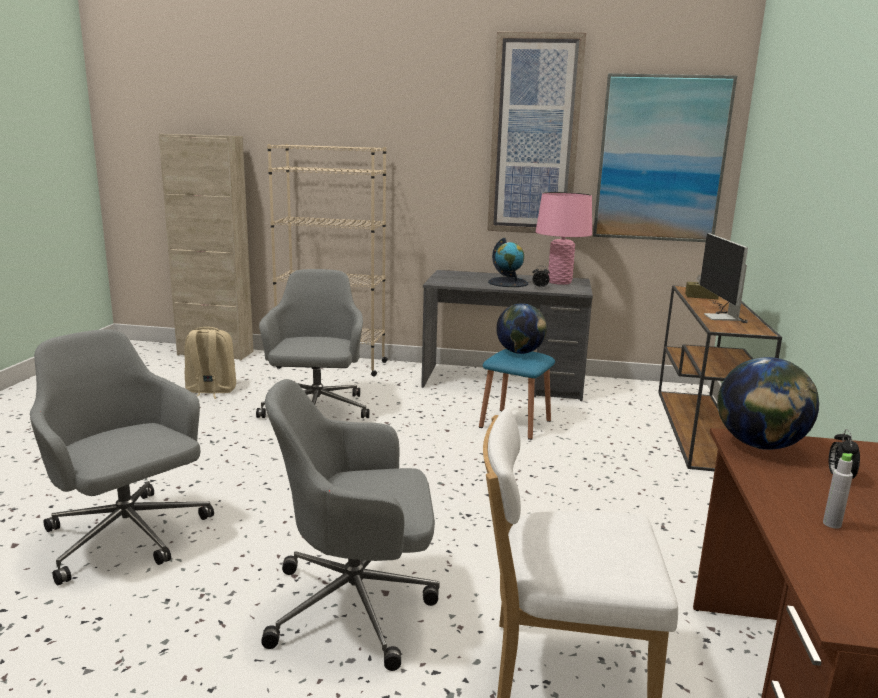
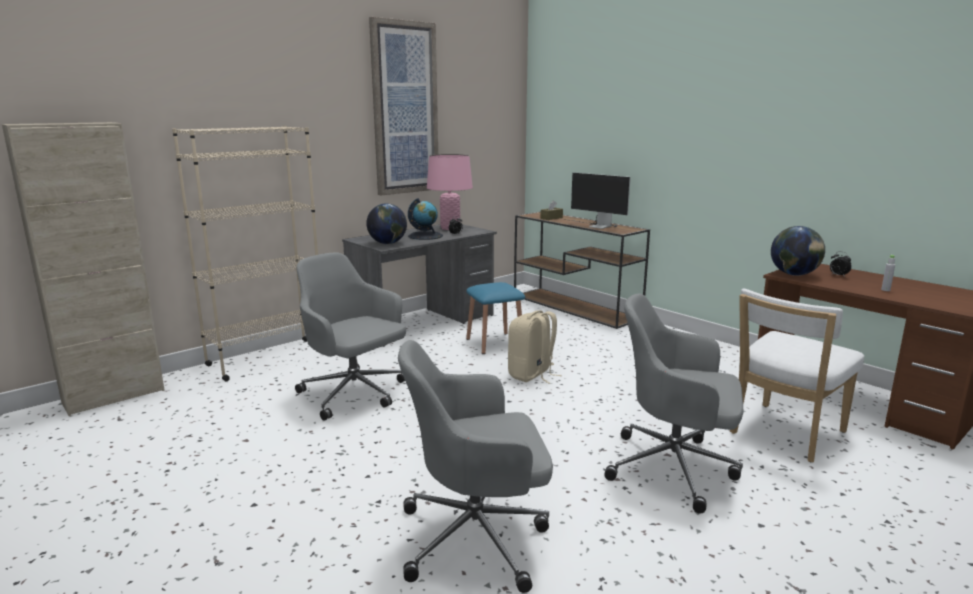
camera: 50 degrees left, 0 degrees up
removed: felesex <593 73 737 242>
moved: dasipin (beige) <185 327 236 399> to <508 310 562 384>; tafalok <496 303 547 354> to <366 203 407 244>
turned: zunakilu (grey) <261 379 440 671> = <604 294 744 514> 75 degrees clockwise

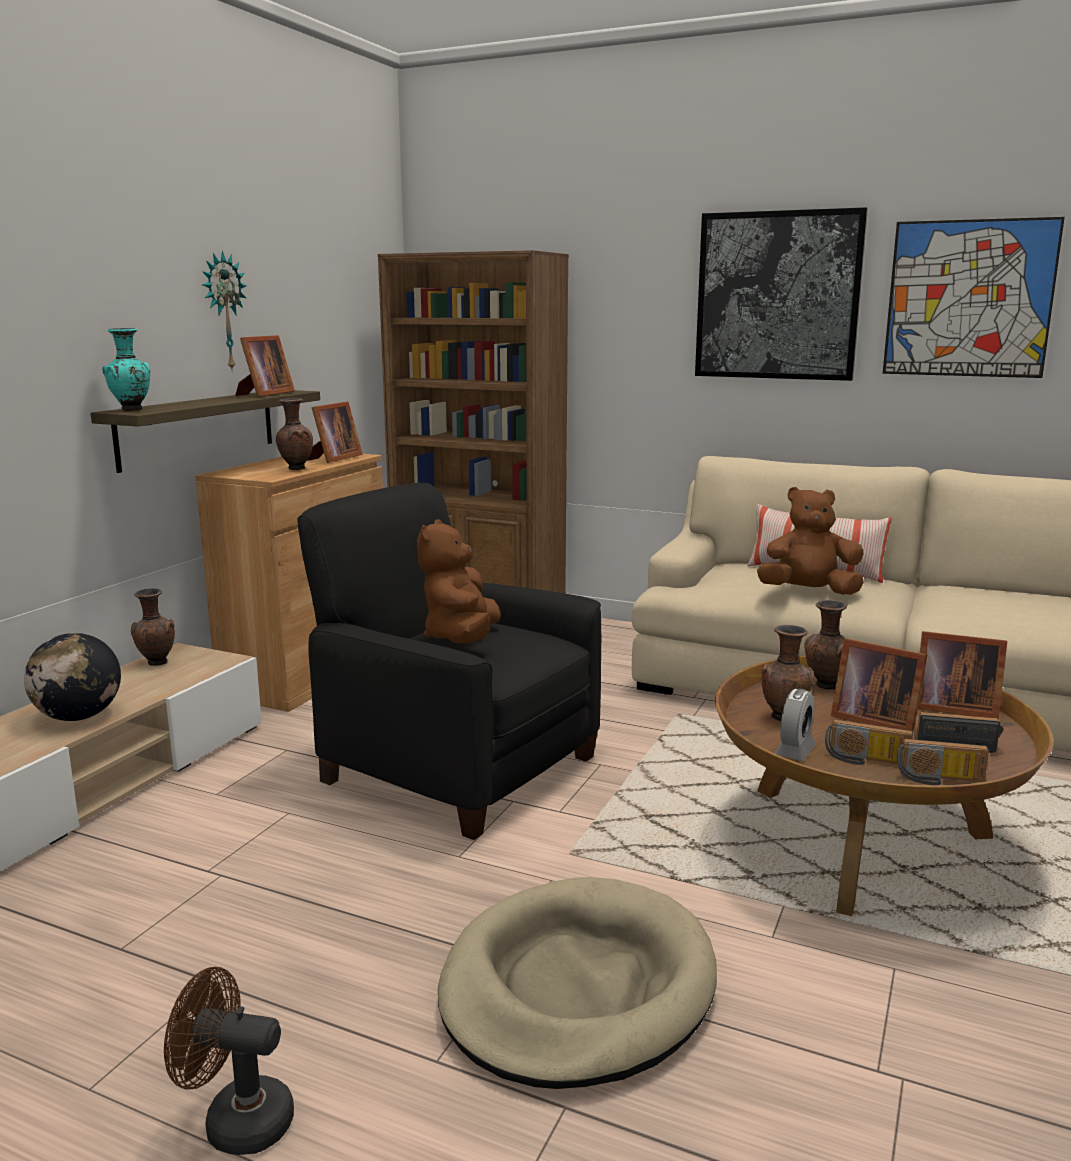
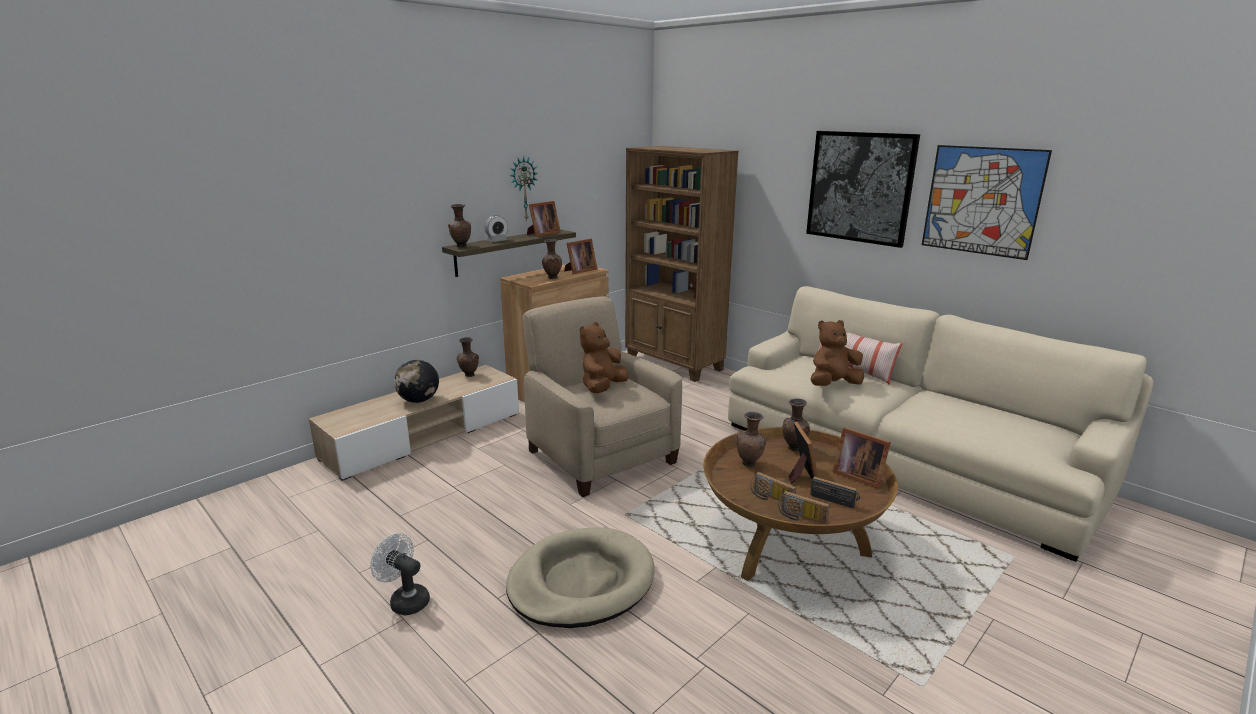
camera: 20 degrees right, 5 degrees up
moved: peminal <775 688 815 761> to <485 215 508 242>
recoloured: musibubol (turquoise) <102 328 150 411> to musibubol (brown) <448 204 471 247>; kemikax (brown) <164 967 294 1155> to kemikax (white) <370 533 430 615>; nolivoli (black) <297 483 601 840> to nolivoli (beige) <523 296 682 497>
turned: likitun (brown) <757 487 864 595> = <811 320 864 386> 45 degrees counterclockwise; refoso <831 638 927 731> = <789 422 818 484> 150 degrees counterclockwise

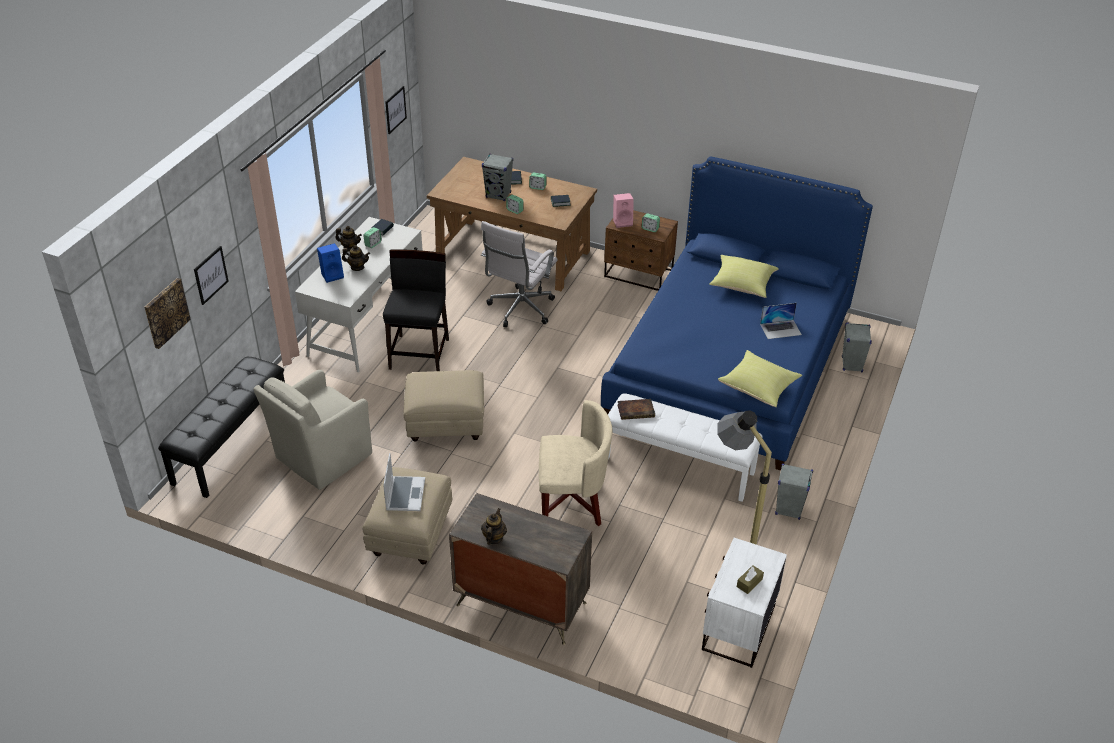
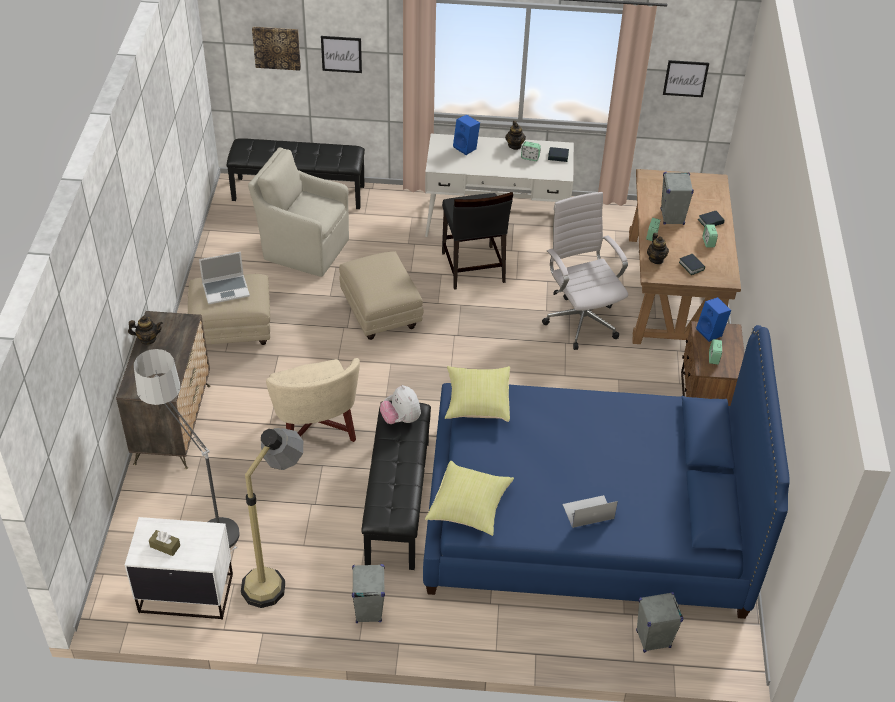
camera: 70 degrees right, 5 degrees up
added: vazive <134 349 240 552>
moved: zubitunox <342 245 370 271> to <647 233 669 264>; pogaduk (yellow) <709 255 778 298> to <445 366 510 422>
replaced: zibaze <617 399 655 420> to likitun <380 385 421 424>
recoloured: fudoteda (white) <608 393 763 502> to fudoteda (black) <361 400 431 570>; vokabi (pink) <613 193 634 228> to vokabi (blue) <696 297 731 342>
turned: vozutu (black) <383 249 449 371> = <442 192 513 290> 90 degrees clockwise; zunakilu (white) <481 221 557 327> = <542 192 628 350> 60 degrees clockwise; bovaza <760 303 802 339> = <562 495 618 528> 105 degrees clockwise

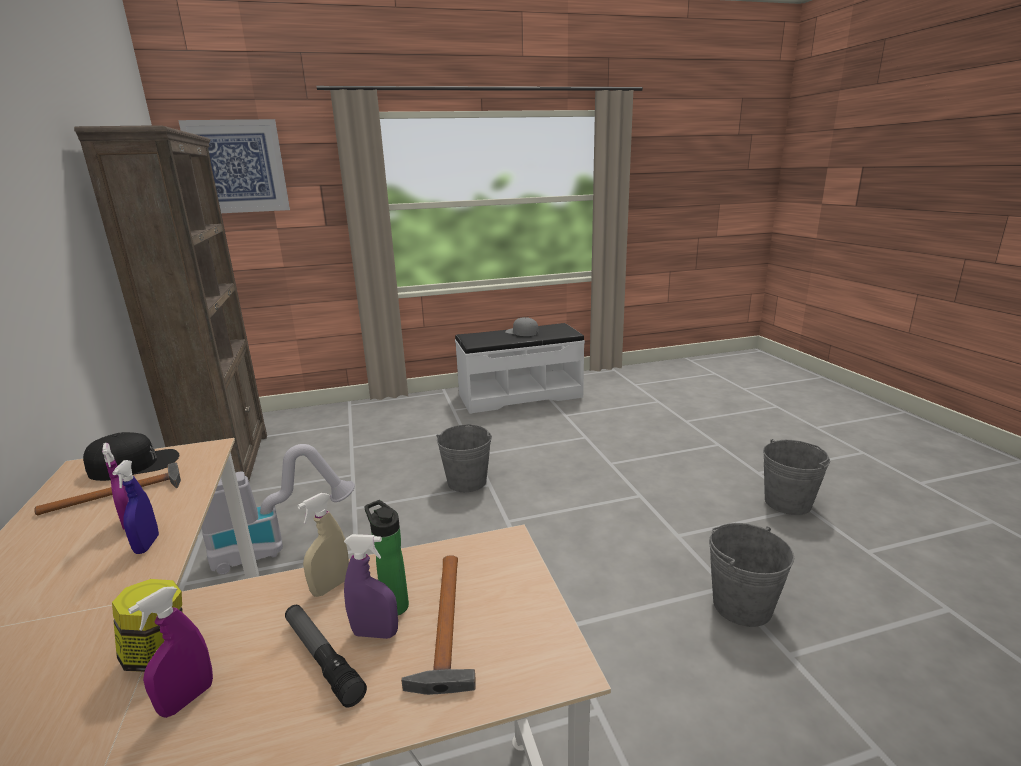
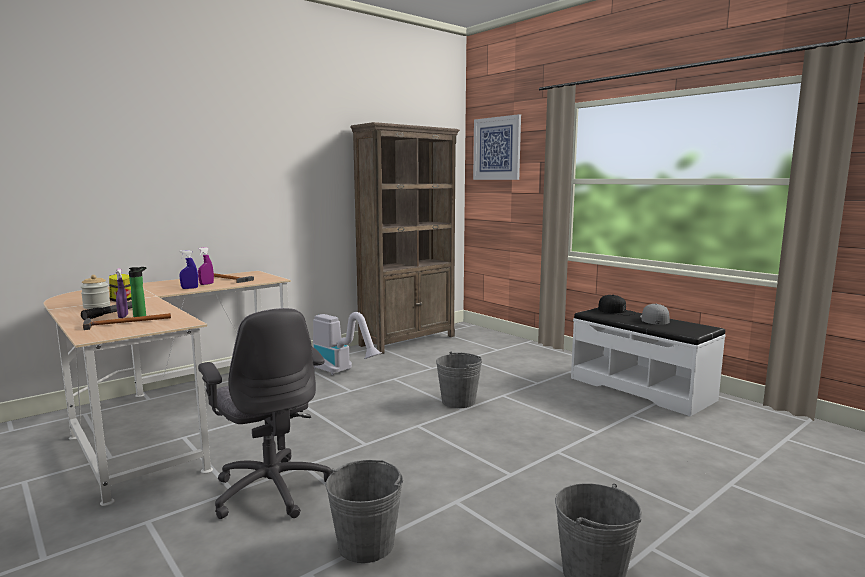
camera: 65 degrees right, 10 degrees down
removed: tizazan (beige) <297 493 349 597>
added: zunakilu (grey) <198 308 331 519>
moved: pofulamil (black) <83 432 179 481> to <598 295 635 315>
replaced: tizazan (purple) <128 586 213 718> to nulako <80 275 110 309>

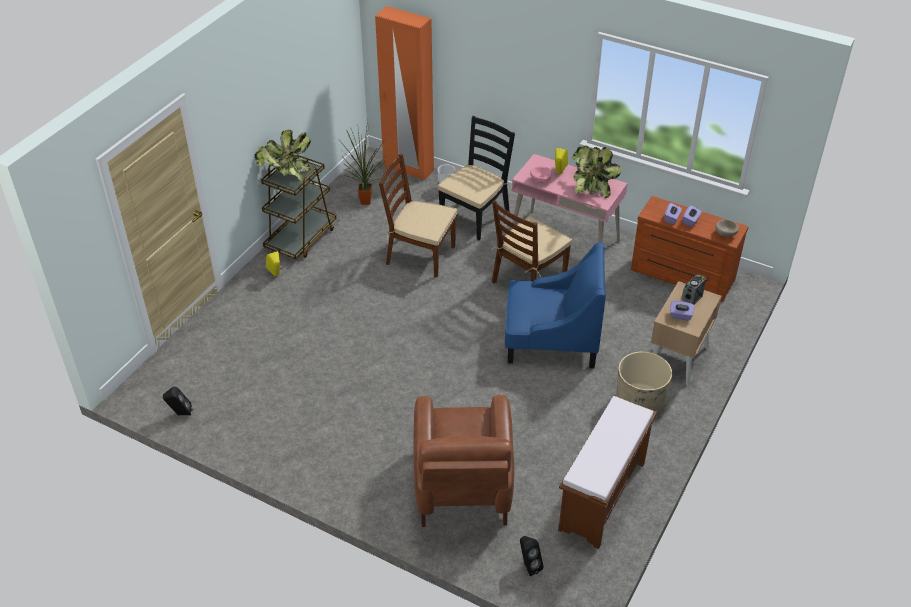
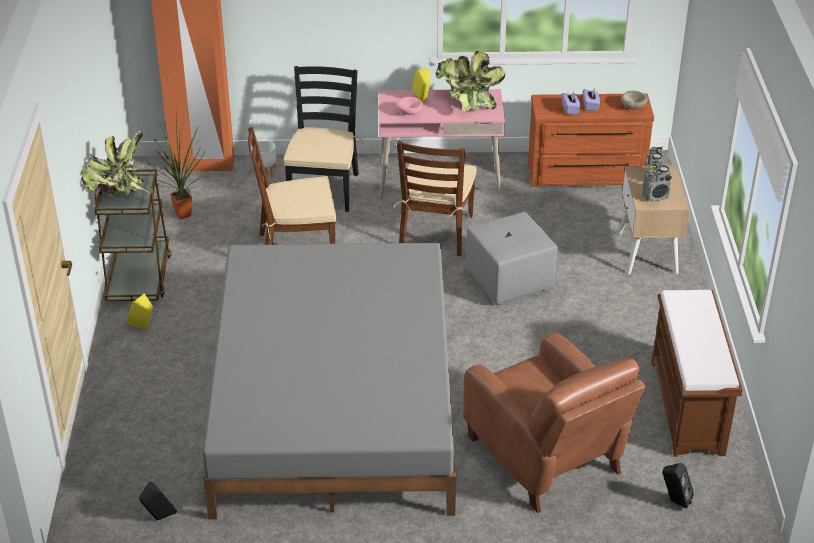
camera: 30 degrees left, 5 degrees down
removed: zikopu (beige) <616 351 672 413>
added: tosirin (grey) <202 243 456 520>
replaced: nolivoli (blue) <505 242 606 369> to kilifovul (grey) <466 212 558 305>; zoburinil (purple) <670 301 694 321> to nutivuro <642 165 672 202>

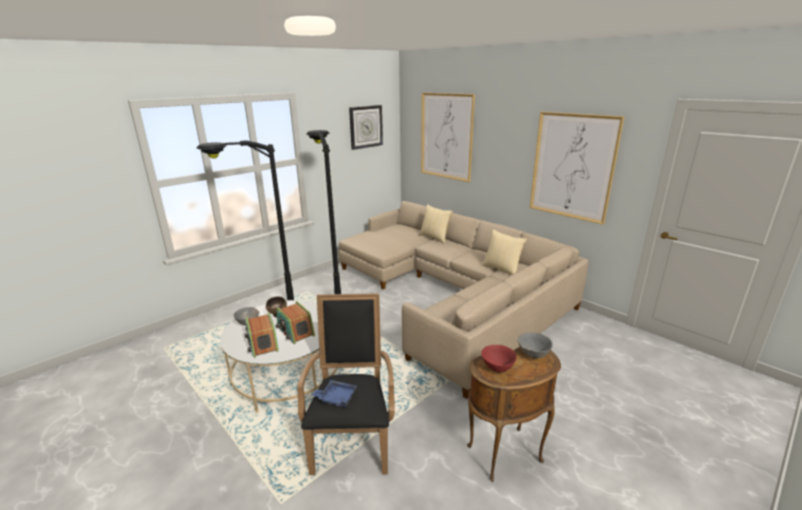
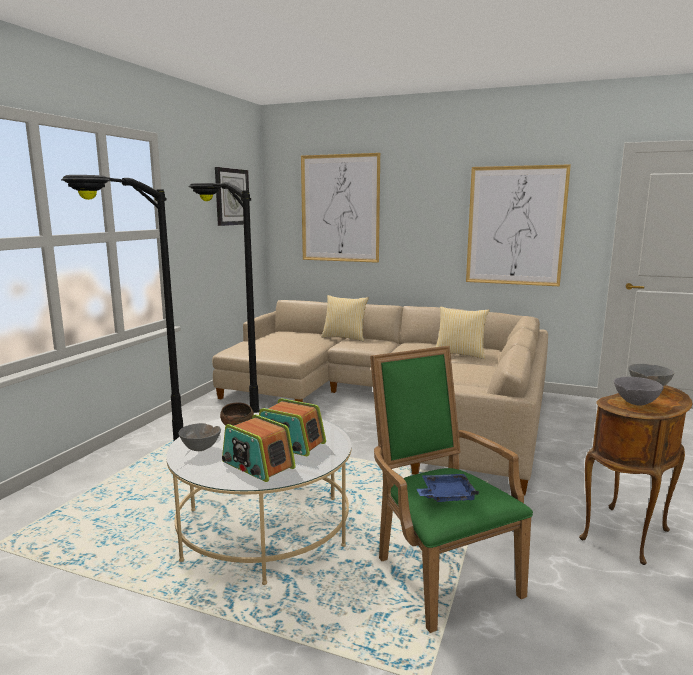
camera: 25 degrees left, 10 degrees down
recoloured: nolivoli (black) <297 293 395 475> to nolivoli (green) <370 346 533 633>; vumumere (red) <481 345 517 372> to vumumere (grey) <614 377 663 406>

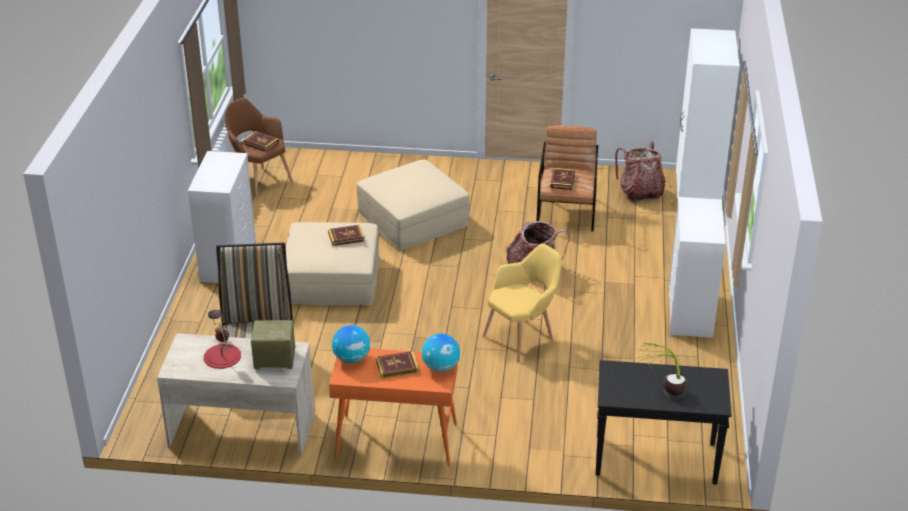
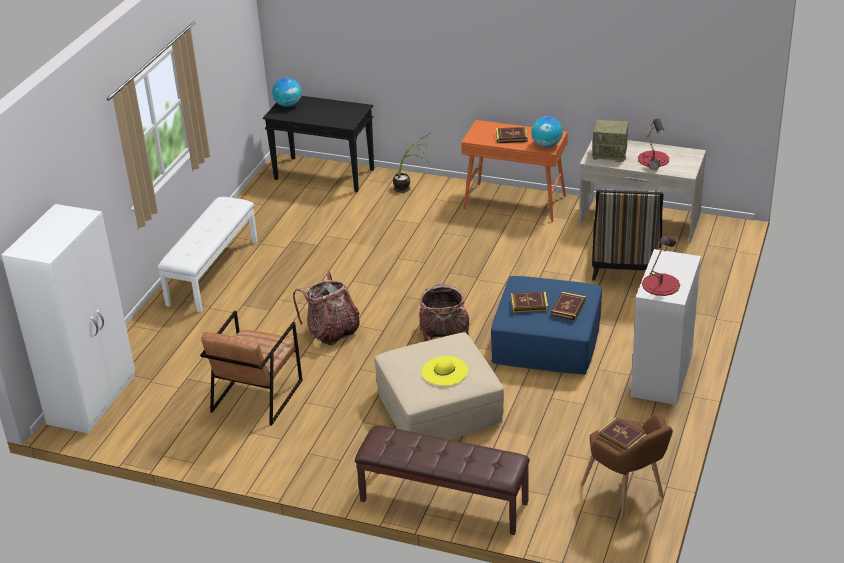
camera: 165 degrees left, 0 degrees up
removed: nolivoli (yellow) <483 244 561 362>
added: fudoteda (brown) <355 425 530 535>; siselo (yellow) <422 356 468 386>; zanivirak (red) <642 236 680 296>
moved: tafalok <422 333 460 372> to <272 78 302 107>; zibaze <550 168 575 190> to <551 292 586 321>; dasipin <615 141 665 202> to <419 283 470 341>; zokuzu <634 343 687 400> to <393 133 433 193>
replaced: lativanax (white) <668 197 726 338> to fudoteda (white) <157 197 258 313>
recoloured: kilifovul (beige) <286 222 379 305> to kilifovul (blue) <491 276 602 375>

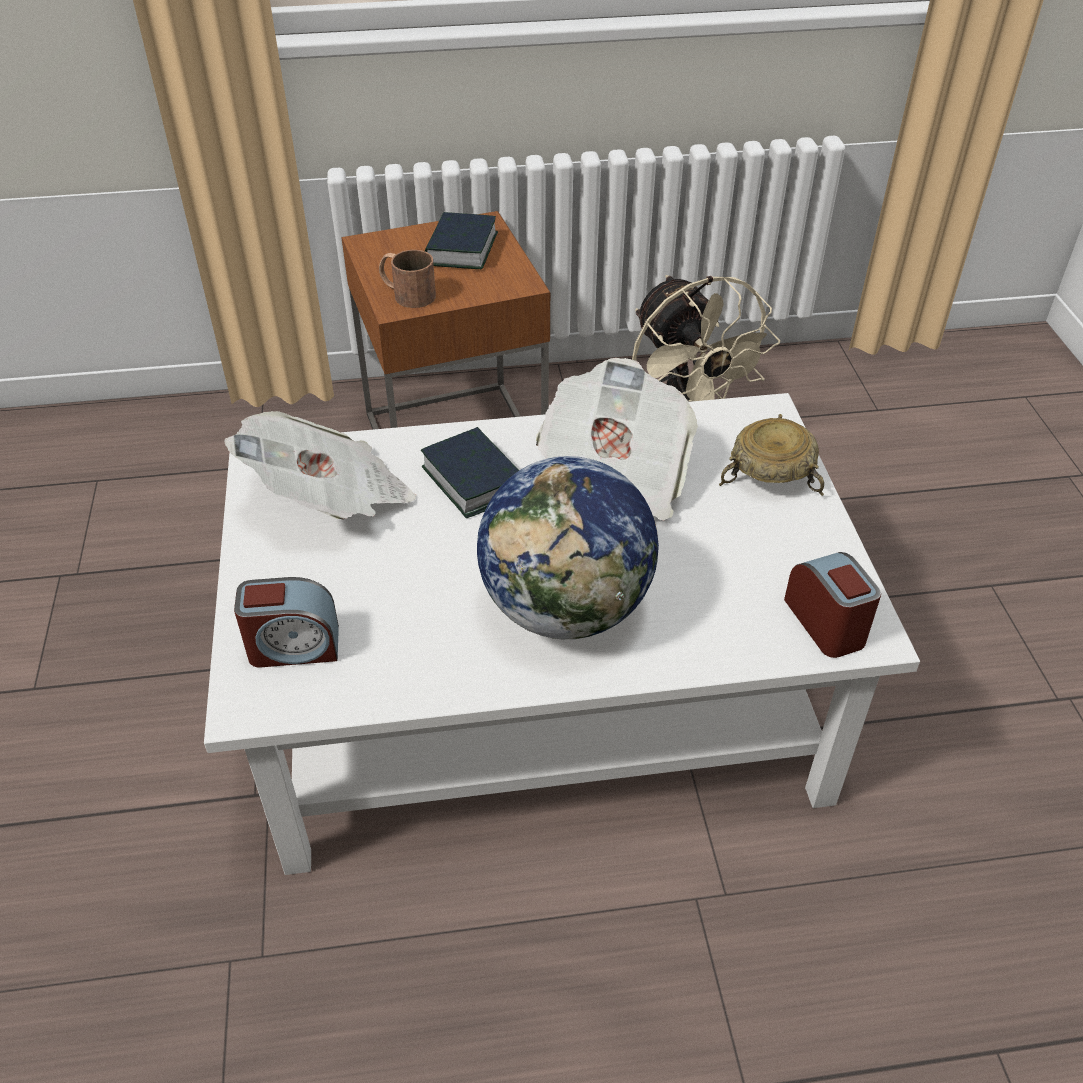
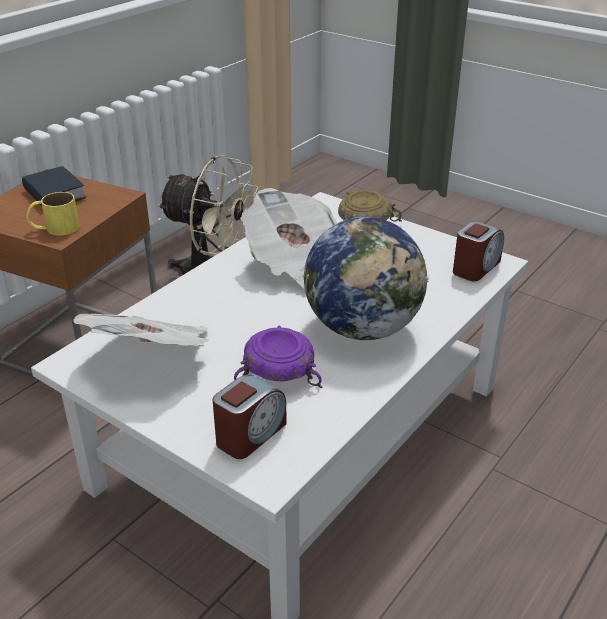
camera: 45 degrees left, 10 degrees down
removed: zibaze <421 427 519 518>
added: vumumere (purple) <234 325 322 388>
recoloured: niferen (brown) <379 250 436 308> to niferen (yellow) <26 192 80 236>
turned: peminal <784 552 881 658> = <453 221 504 281> 105 degrees clockwise

